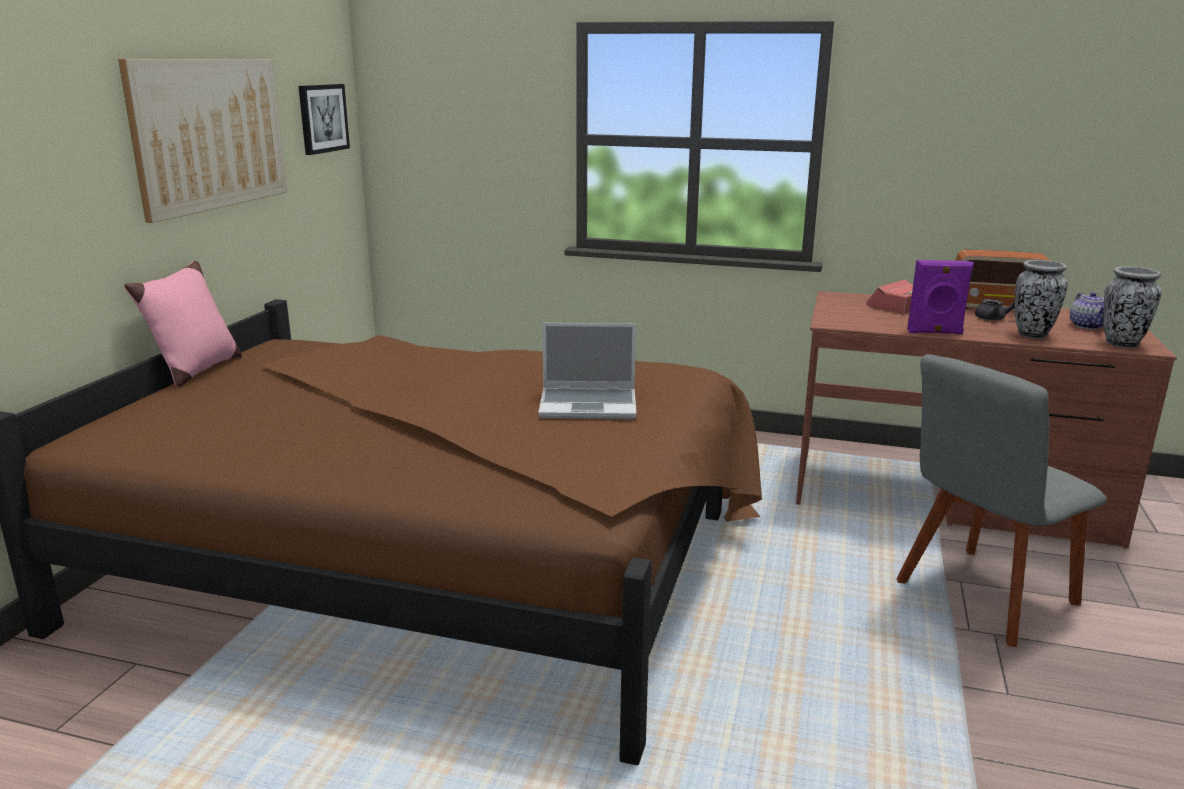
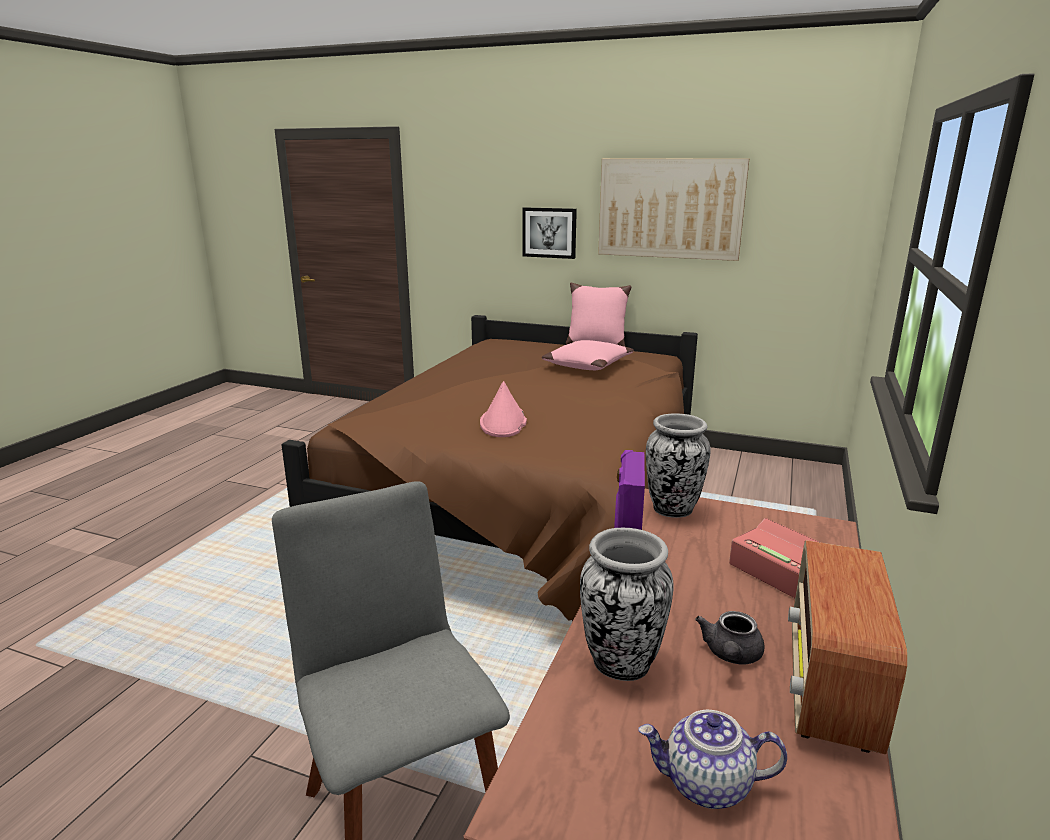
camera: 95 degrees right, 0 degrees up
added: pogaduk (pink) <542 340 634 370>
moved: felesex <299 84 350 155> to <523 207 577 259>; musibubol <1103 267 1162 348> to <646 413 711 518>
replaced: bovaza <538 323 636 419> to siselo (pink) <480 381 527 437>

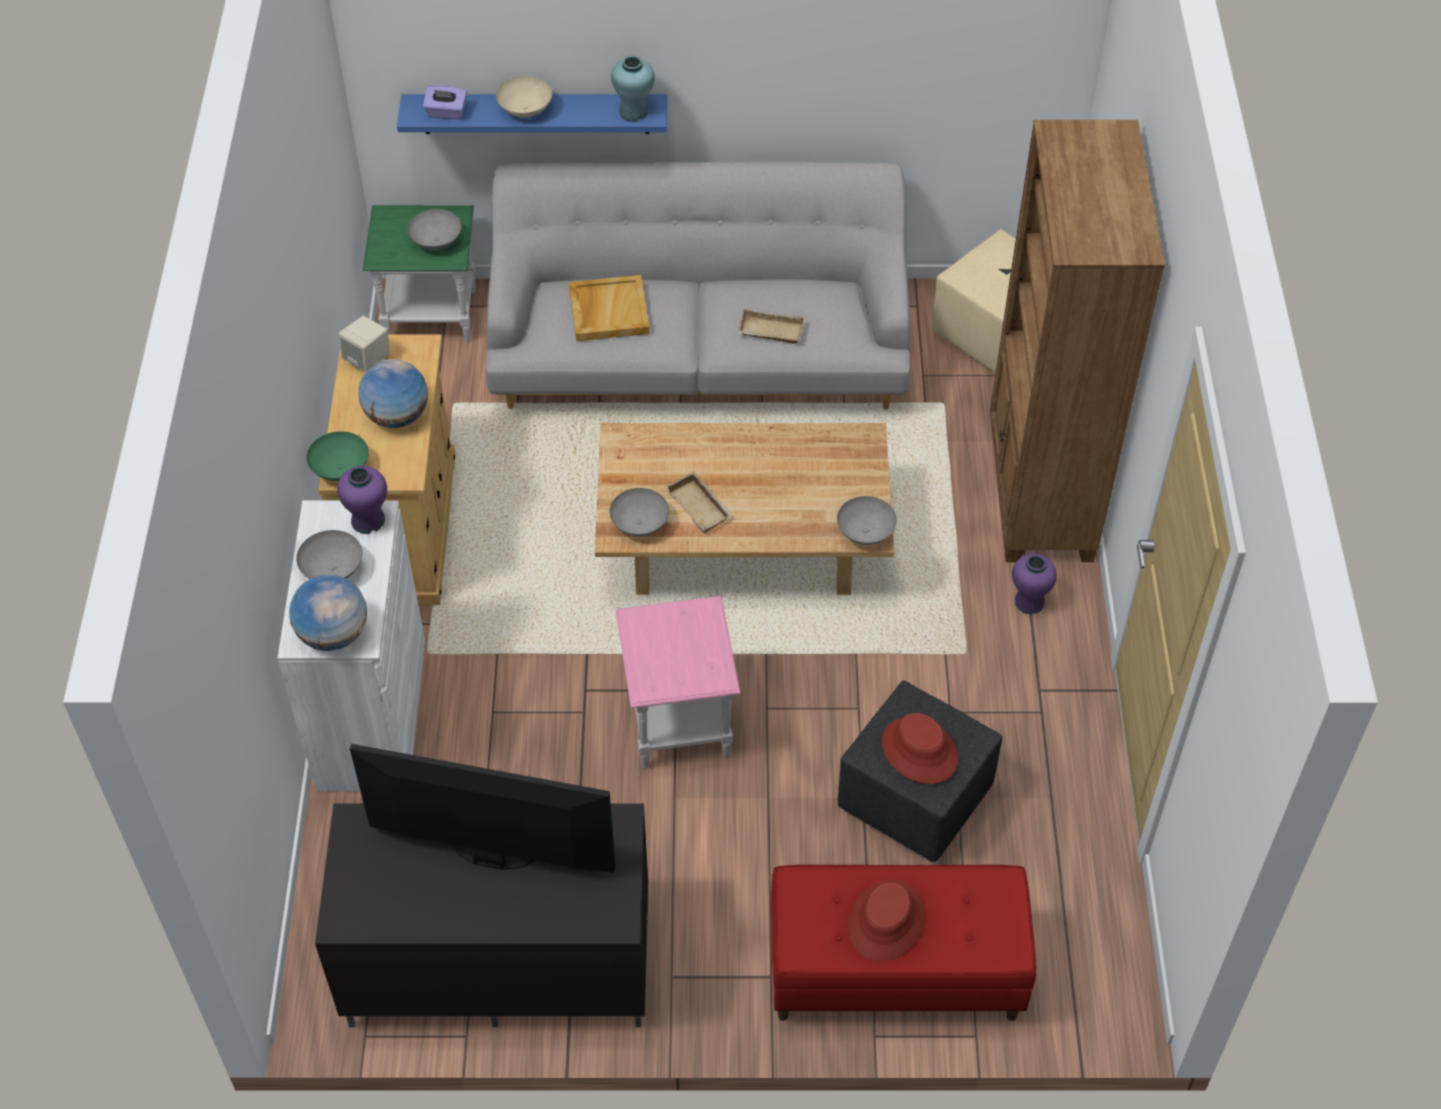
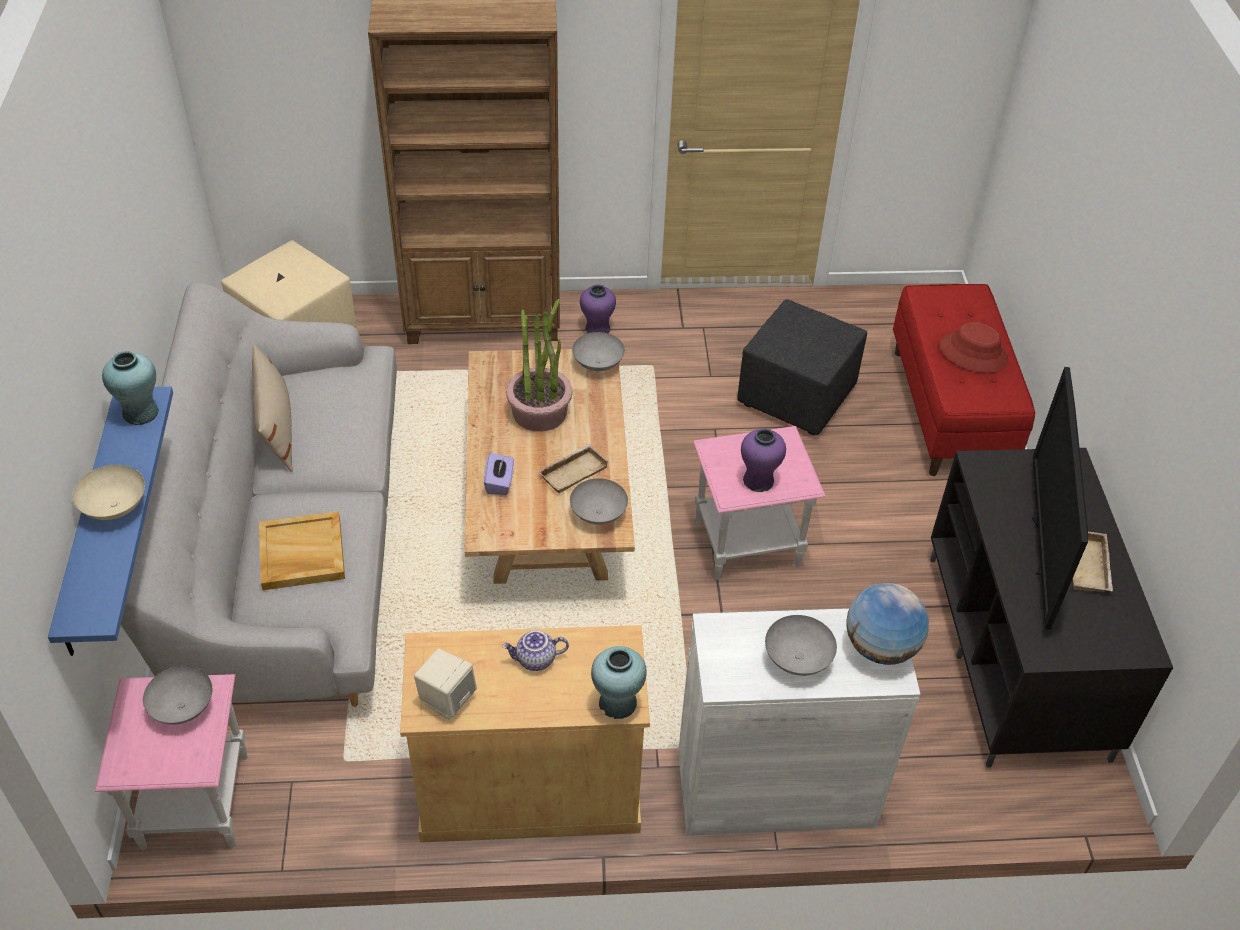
camera: 95 degrees left, 5 degrees down
removed: siselo (red) <882 713 959 784>
added: pogaduk (beige) <252 343 293 472>; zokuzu <506 299 572 431>
moved: musibubol (purple) <337 466 387 534> to <741 428 786 492>; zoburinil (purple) <423 85 467 120> to <484 453 514 495>; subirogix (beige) <737 309 805 344> to <1073 532 1113 592>
replaced: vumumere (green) <307 431 369 481> to musibubol (turquoise) <591 646 647 719>; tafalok <359 359 428 428> to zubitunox <502 631 569 671>
recoloured: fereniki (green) <363 205 476 343> to fereniki (pink) <95 674 247 850>

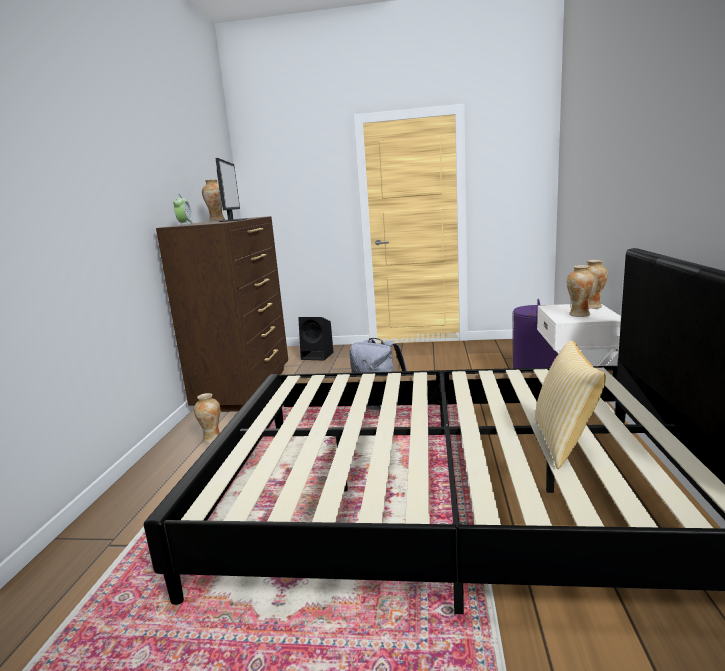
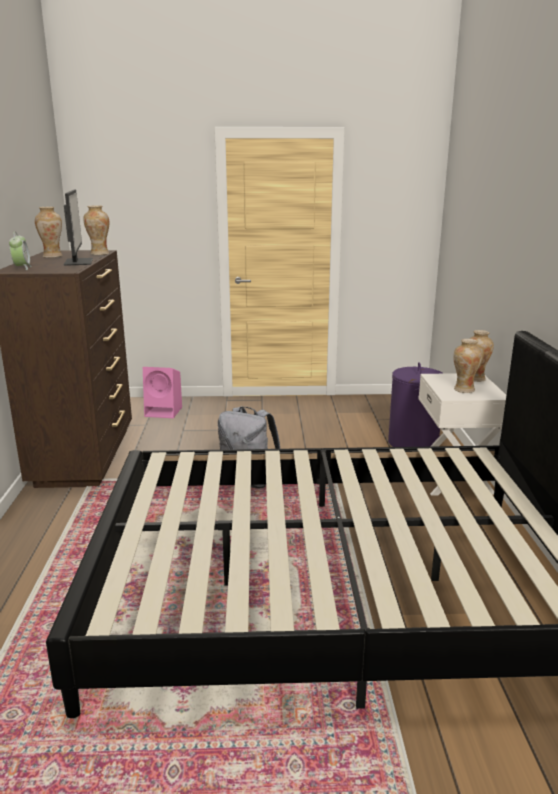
camera: 10 degrees left, 5 degrees up
removed: pogaduk <535 340 606 469>
moved: musibubol <194 393 220 443> to <83 205 109 255>
recoloured: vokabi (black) <298 317 333 361> to vokabi (pink) <143 367 182 418>

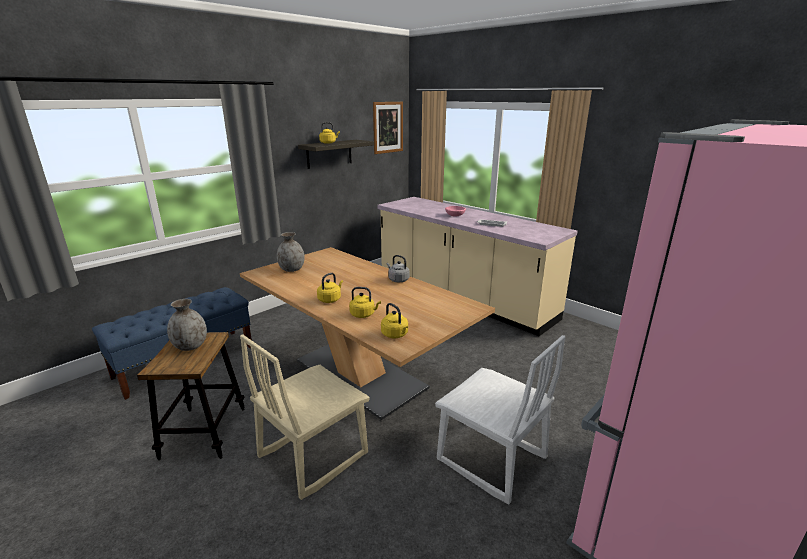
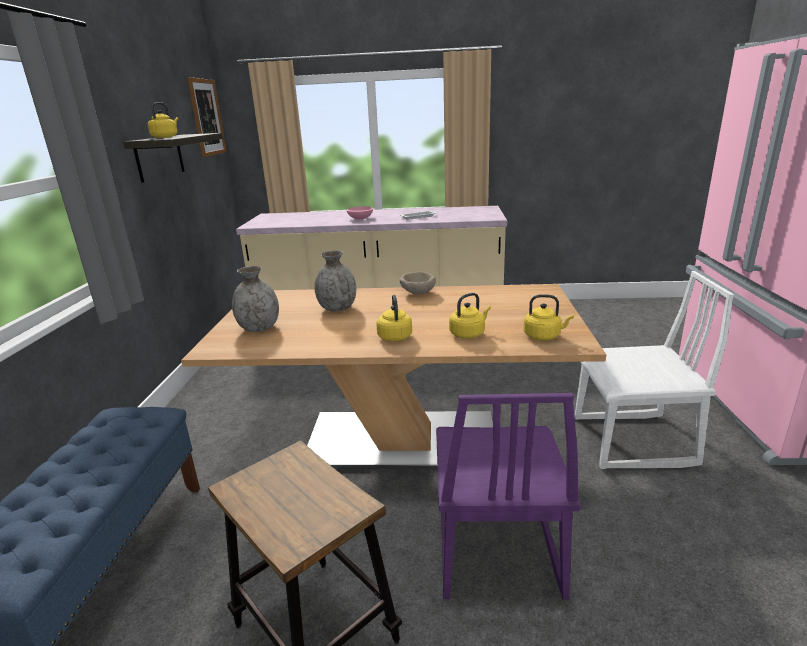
camera: 40 degrees left, 0 degrees up
moved: musibubol (grey) <167 299 207 351> to <314 250 356 312>
replaced: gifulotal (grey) <387 255 410 282> to vumumere (beige) <399 272 436 294>
recoloured: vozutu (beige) <240 334 370 500> to vozutu (purple) <436 393 581 600>

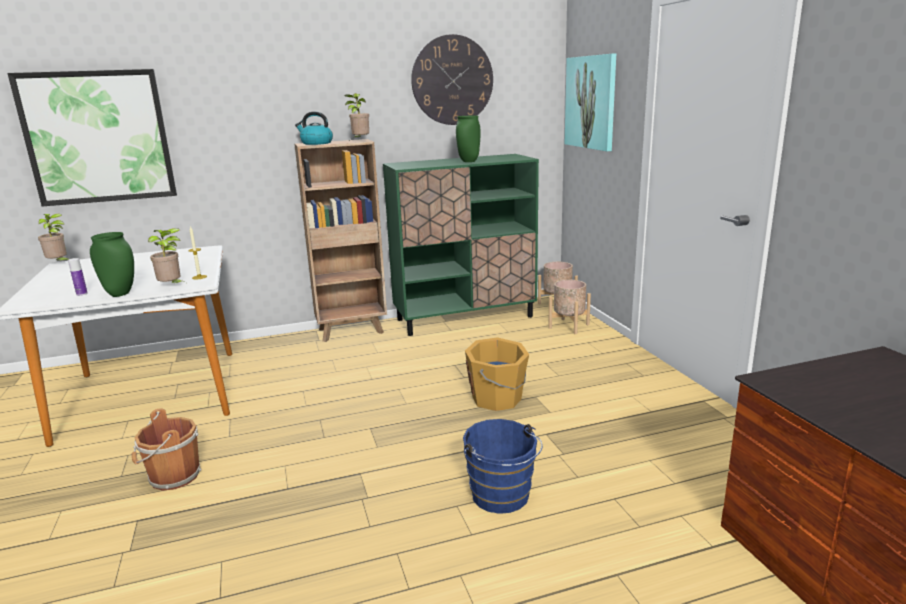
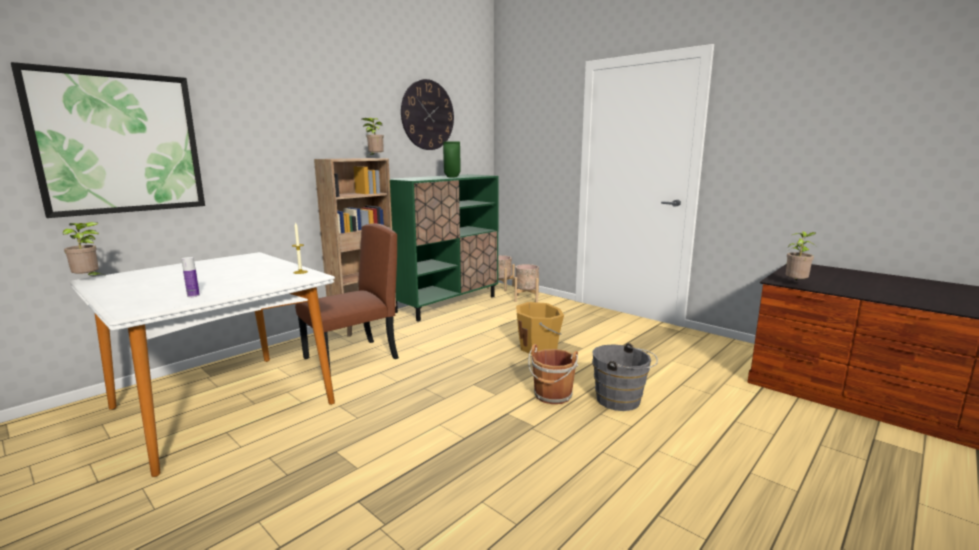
camera: 30 degrees left, 5 degrees down
removed: musibubol (green) <90 232 134 297>; gifulotal <295 111 333 145>; felesex <565 54 616 151>
added: vozutu (brown) <295 223 399 374>
moved: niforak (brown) <132 408 202 491> to <528 344 578 404>; zokuzu <148 228 184 283> to <786 231 816 281>
recoloured: niforak (blue) <463 419 543 514> to niforak (grey) <592 343 658 411>

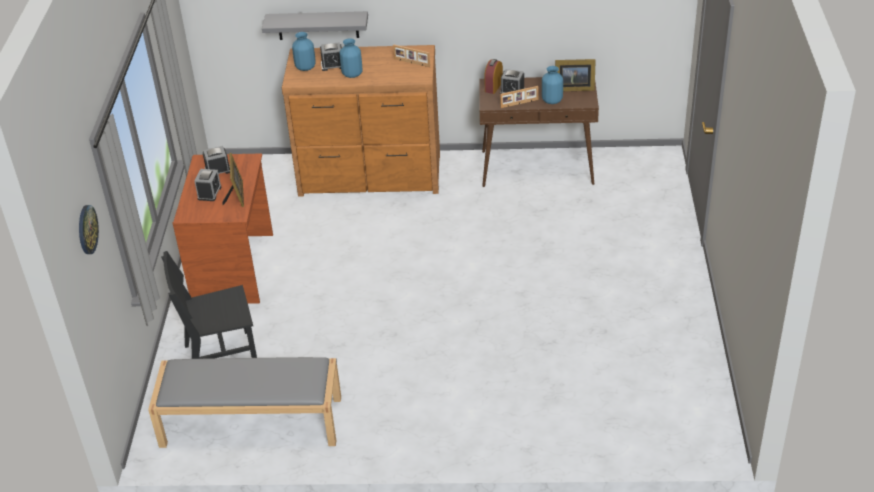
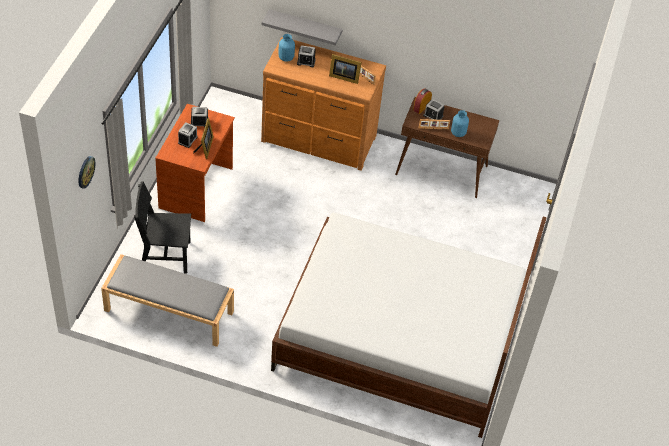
camera: 10 degrees right, 10 degrees up
removed: musibubol (blue) <340 38 362 78>
added: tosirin <271 213 547 438>
moved: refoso <555 59 596 91> to <329 54 362 84>

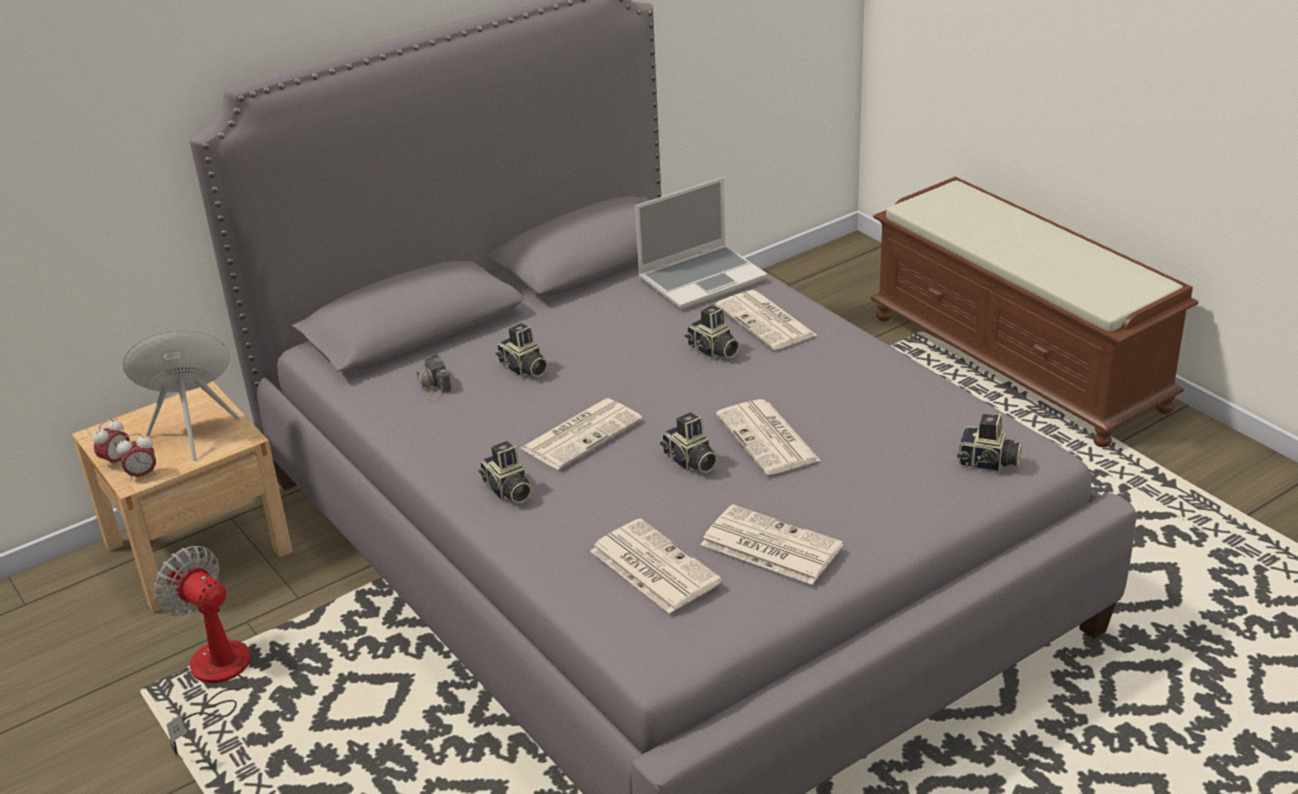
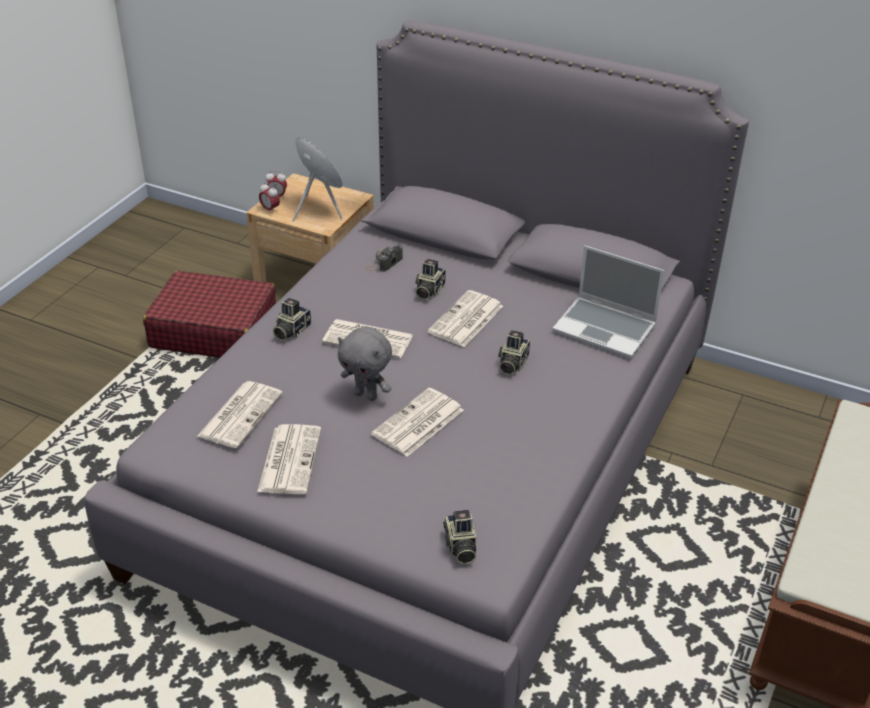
camera: 60 degrees right, 5 degrees up
moved: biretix <715 290 817 350> to <427 290 503 347>
replaced: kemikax <153 546 250 755> to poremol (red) <143 271 276 358>; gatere <660 412 718 473> to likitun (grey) <338 327 392 401>

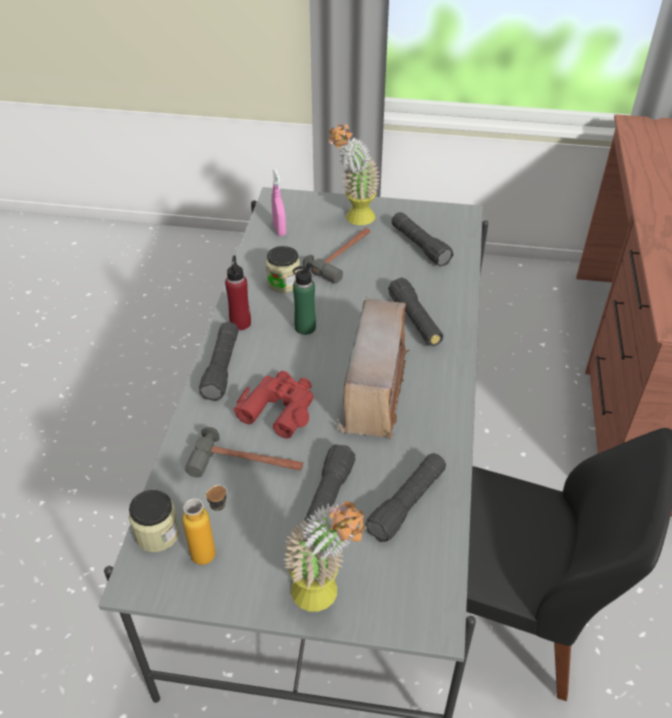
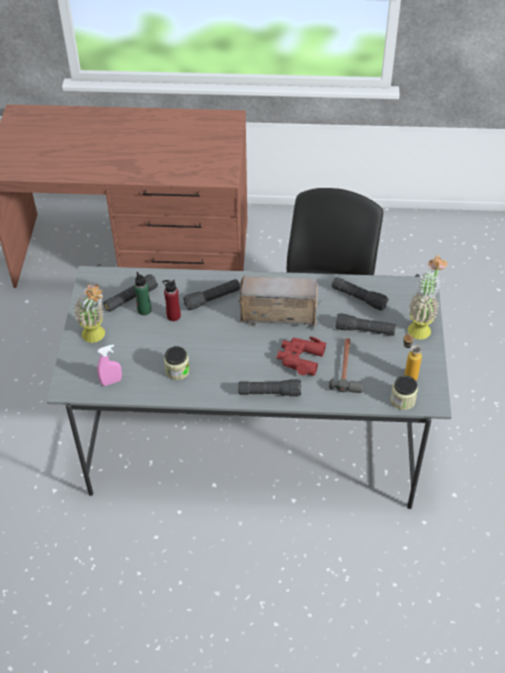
camera: 95 degrees left, 5 degrees up
removed: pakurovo <303 228 370 284>
moved: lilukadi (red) <225 255 251 330> to <162 279 181 321>; lilukadi (green) <293 263 316 335> to <134 272 151 315>

